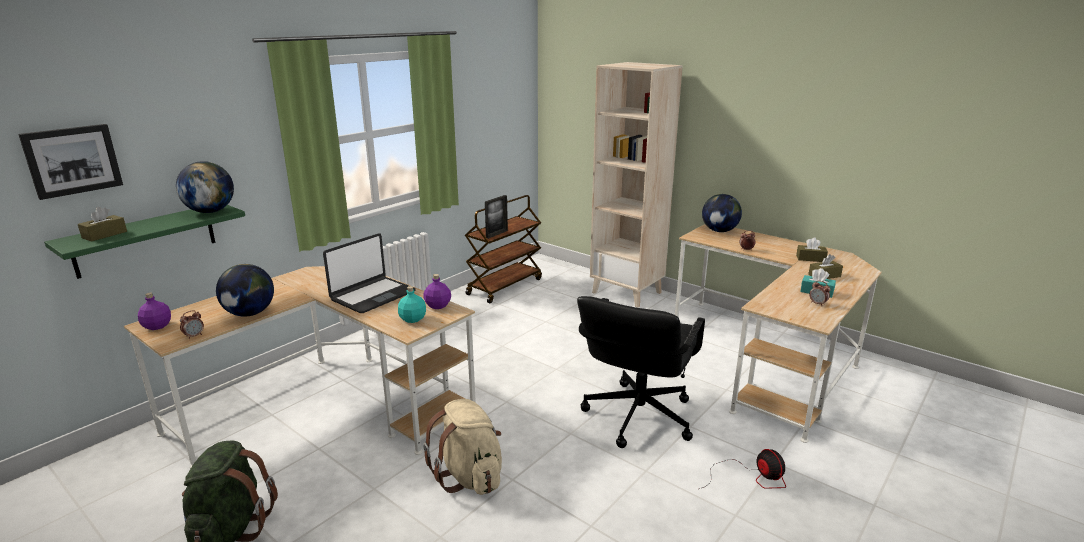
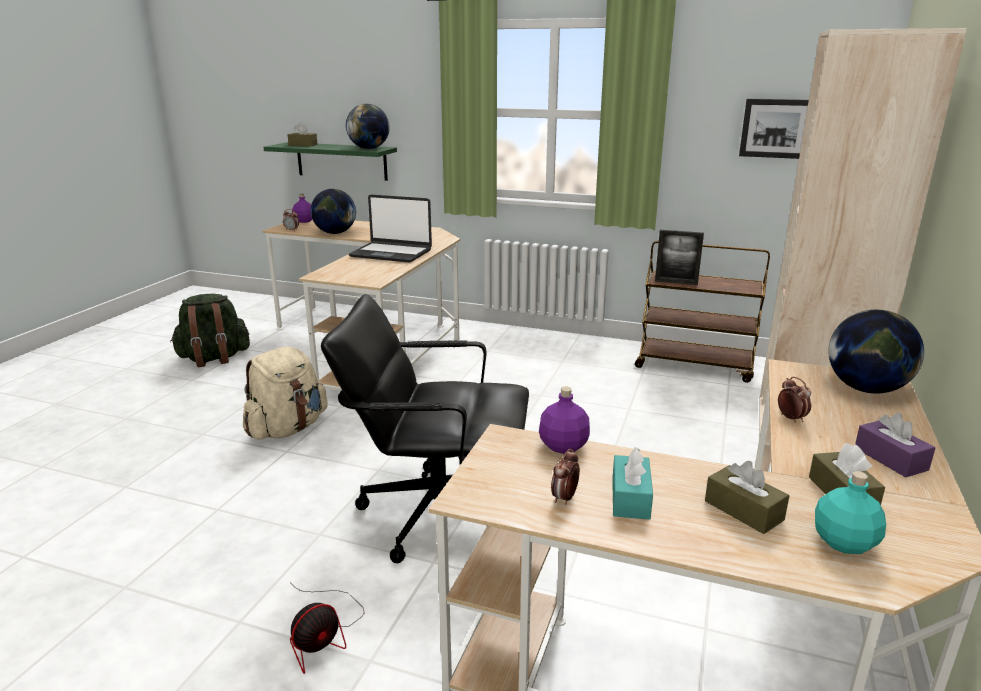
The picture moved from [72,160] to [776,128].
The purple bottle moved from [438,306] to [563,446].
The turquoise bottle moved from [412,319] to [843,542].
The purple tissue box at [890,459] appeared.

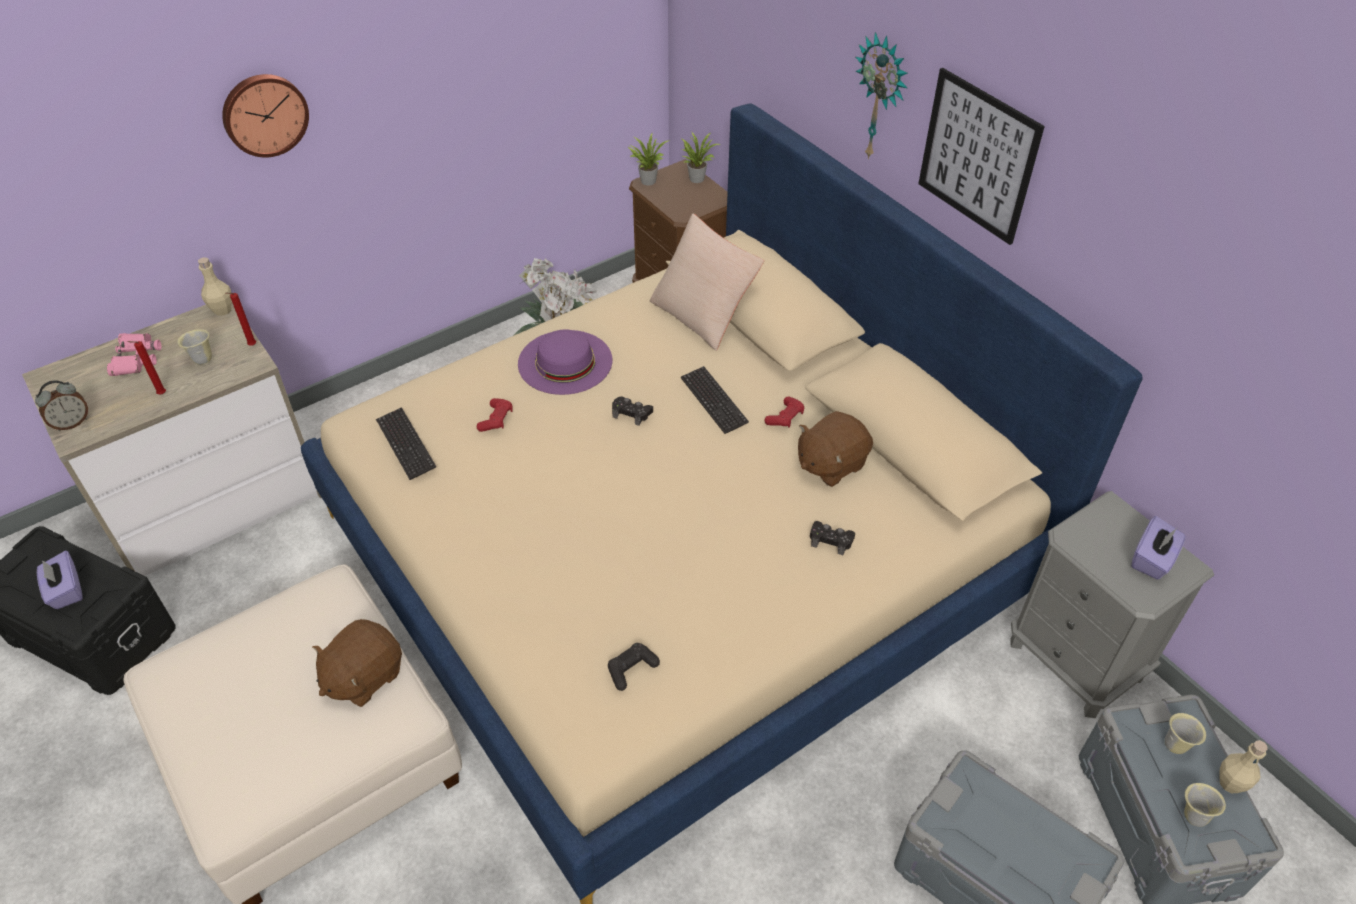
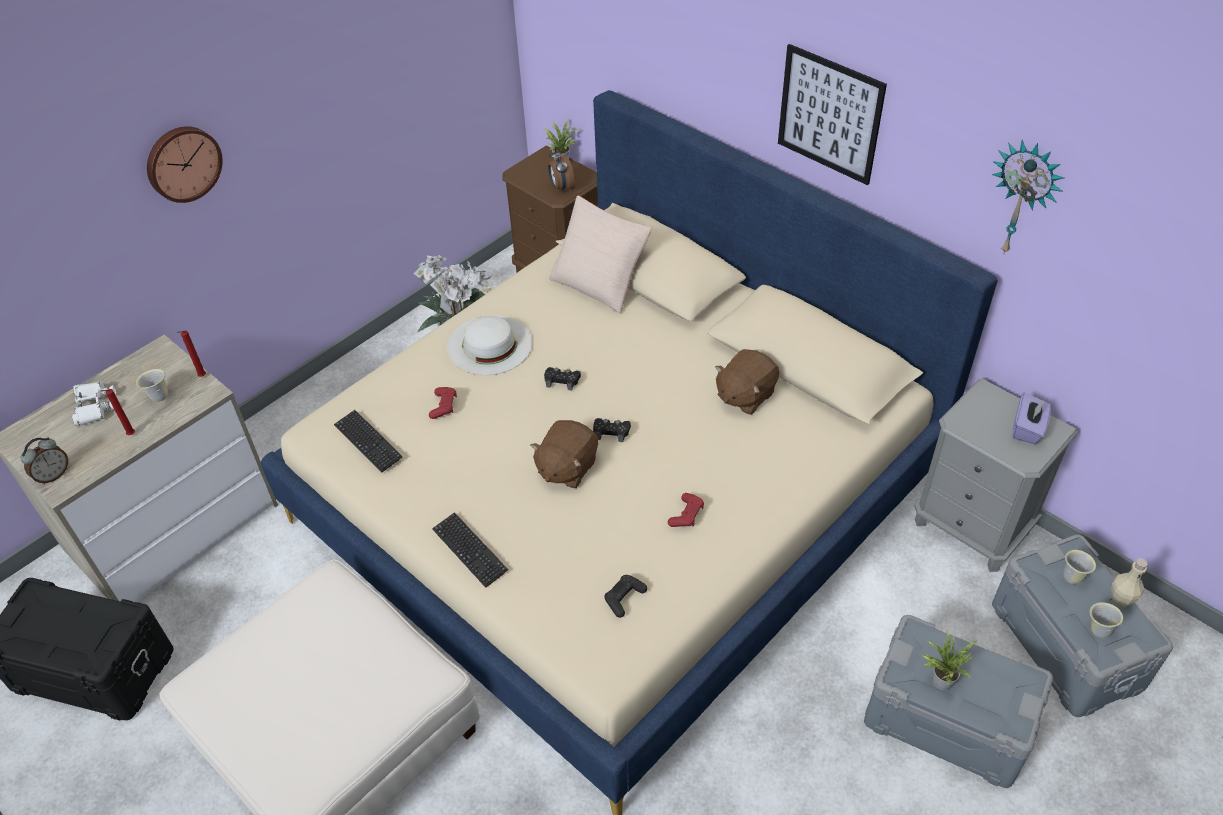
The wall clock moved from [881,98] to [1022,198].
The potted plant moved from [647,180] to [940,680].
The beige bottle at [222,310] disappeared.
The purple hat at [565,362] became the white hat at [489,345].
The pink binoculars at [135,358] became the white binoculars at [94,406].
The keyboard moved from [713,401] to [470,550].
The red game controller moved from [785,417] to [686,515].
The black game controller moved from [831,540] to [611,432].
The purple tissue box at [65,590] disappeared.
The brown plush toy moved from [363,676] to [566,467].
The alarm clock at [561,187] appeared.

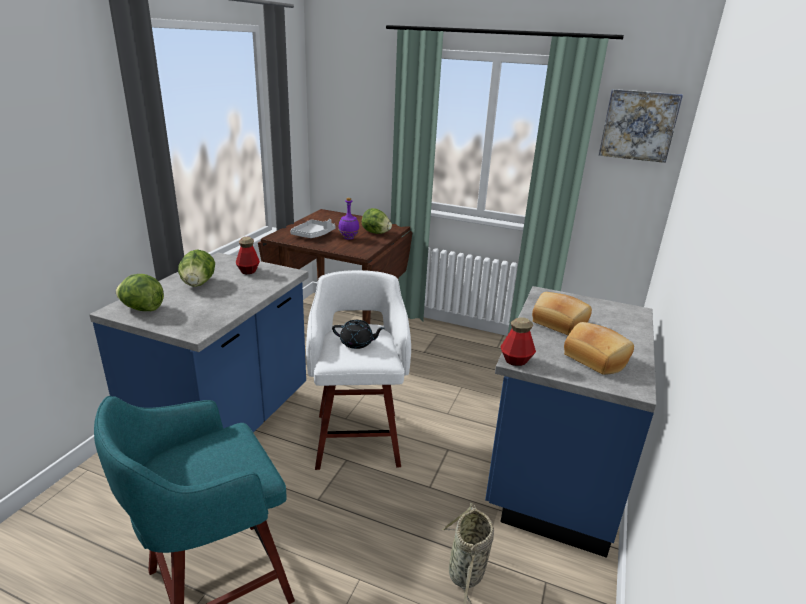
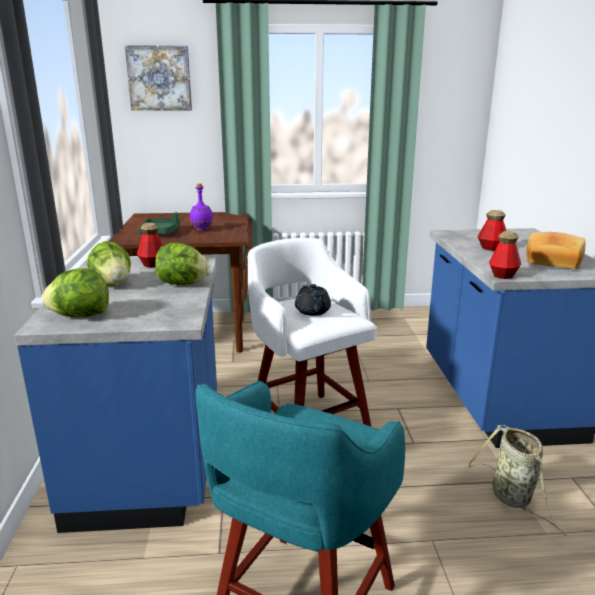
The picture moved from [638,125] to [159,78].
The lettuce moved from [375,233] to [183,284].
The grey tray at [313,235] became the green tray at [160,233].
The bread at [559,324] was replaced by the bottle at [491,248].
The black teapot at [357,343] turned 90 degrees clockwise.

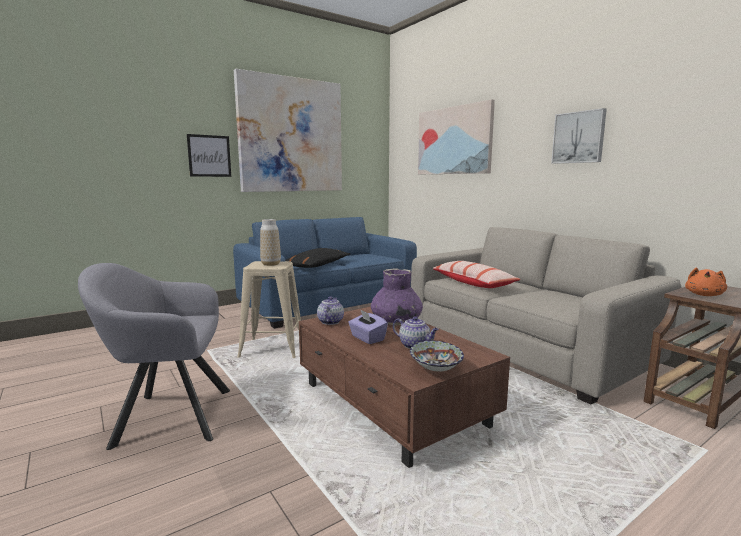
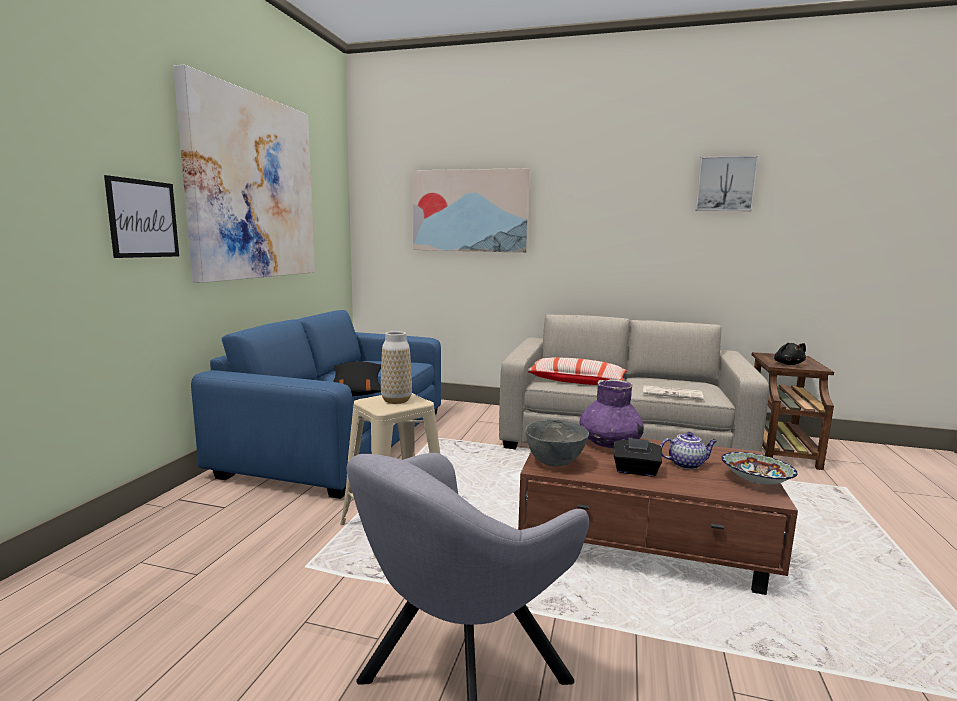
The picture moved from [579,137] to [725,184].
The orange plush toy at [704,295] became the black plush toy at [788,364].
The teapot at [330,321] was replaced by the grey bowl at [554,463].
The purple tissue box at [367,338] became the black tissue box at [635,471].
The newspaper at [672,393] appeared.

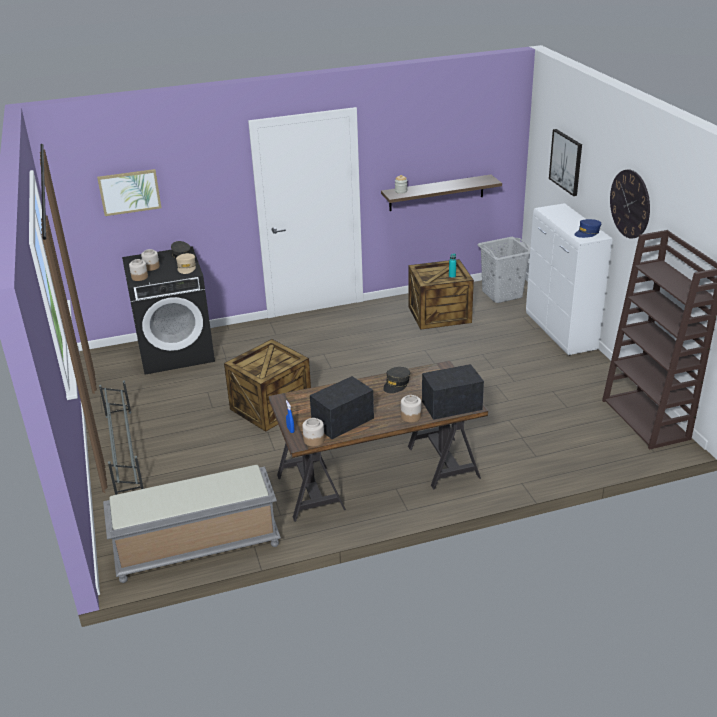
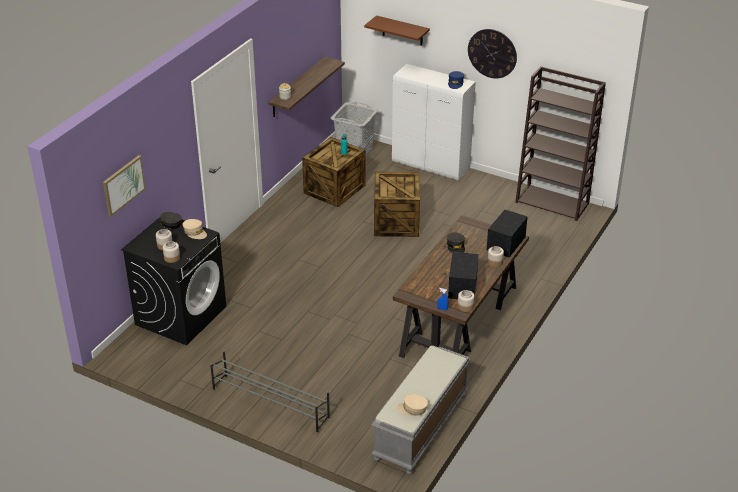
The picture at [566,162] was replaced by the brown shelf at [402,31].
The crate moved from [270,406] to [395,221].
The beige cap at [412,409] appeared.

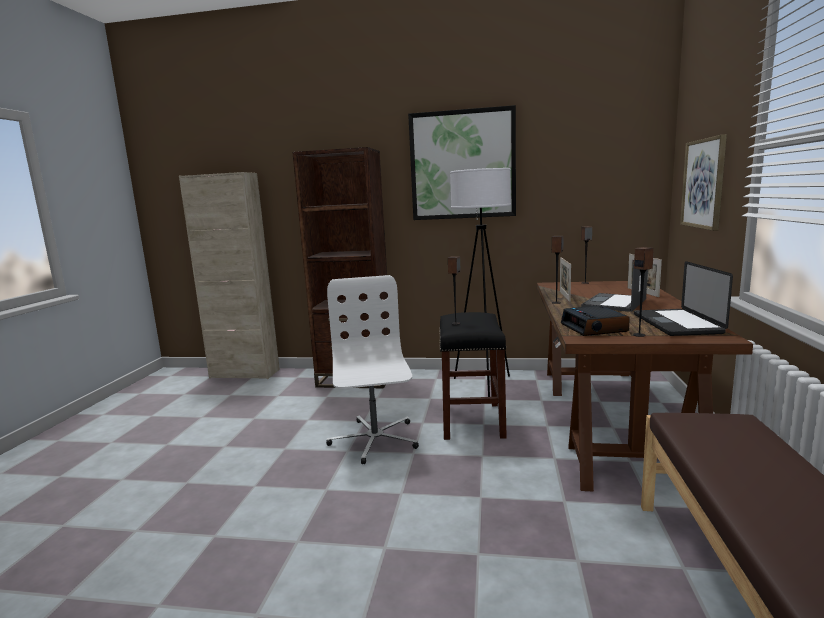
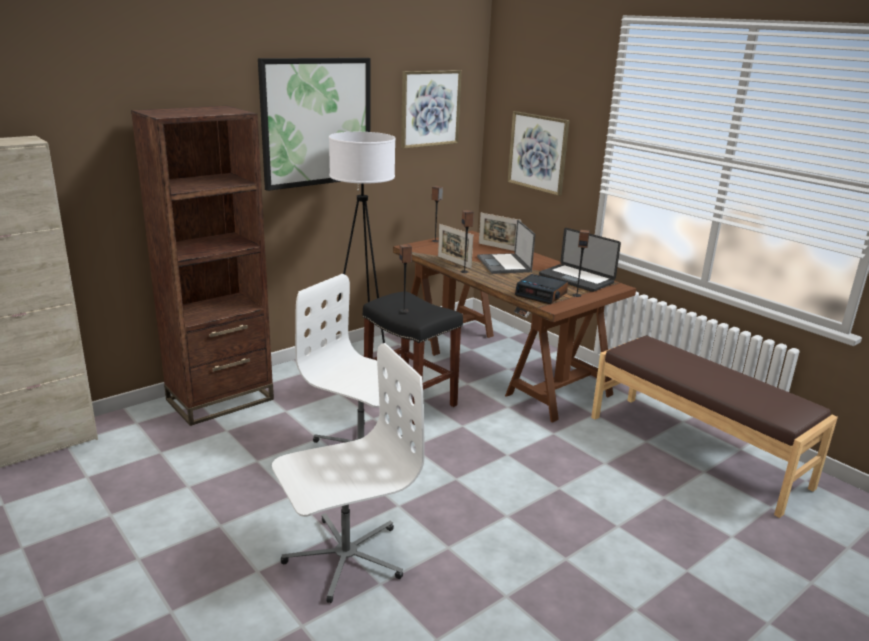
The picture at [430,108] appeared.
The white office chair at [345,556] appeared.

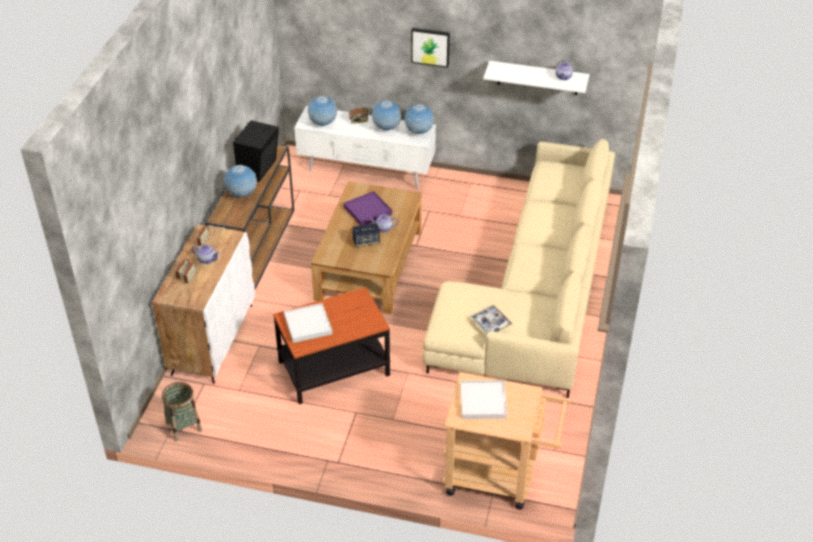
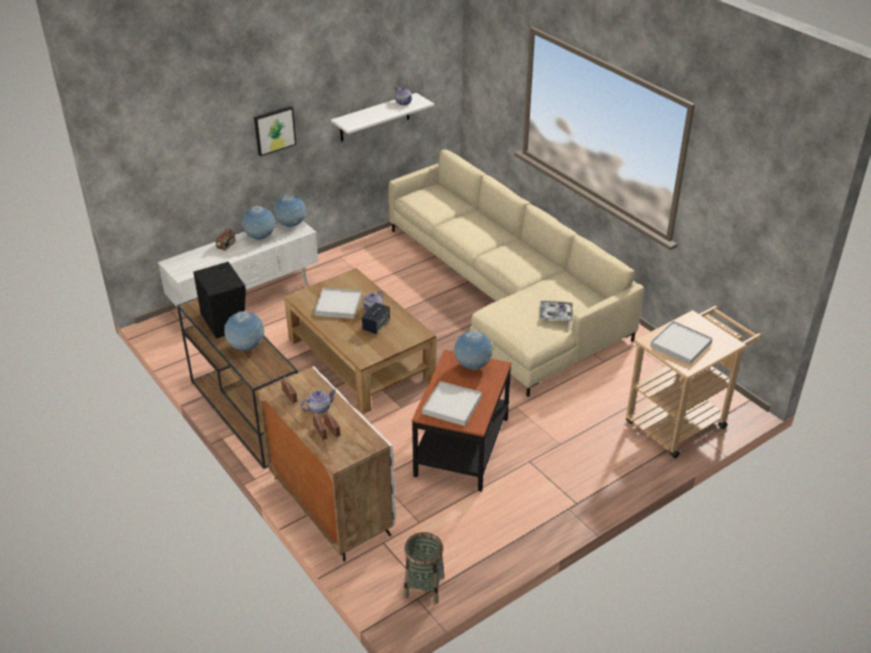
The globe moved from [323,124] to [472,366].
The purple tray at [367,210] became the white tray at [338,305].

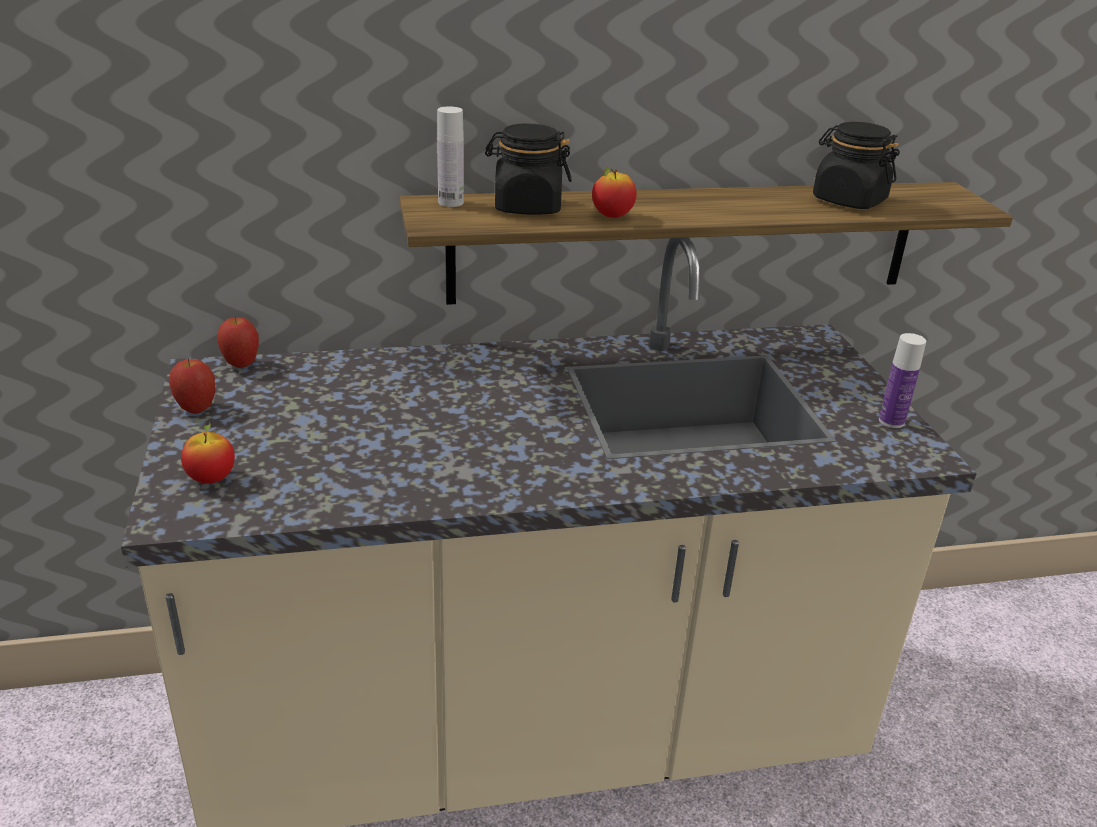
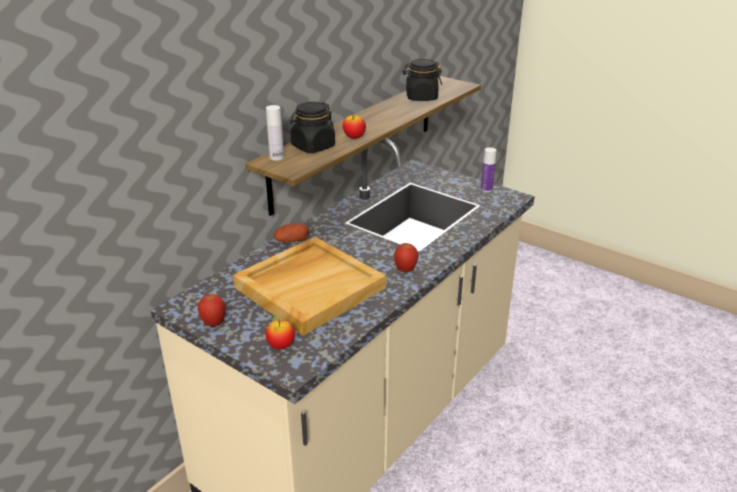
The apple moved from [241,364] to [405,270].
The potato at [292,240] appeared.
The beige tray at [310,287] appeared.

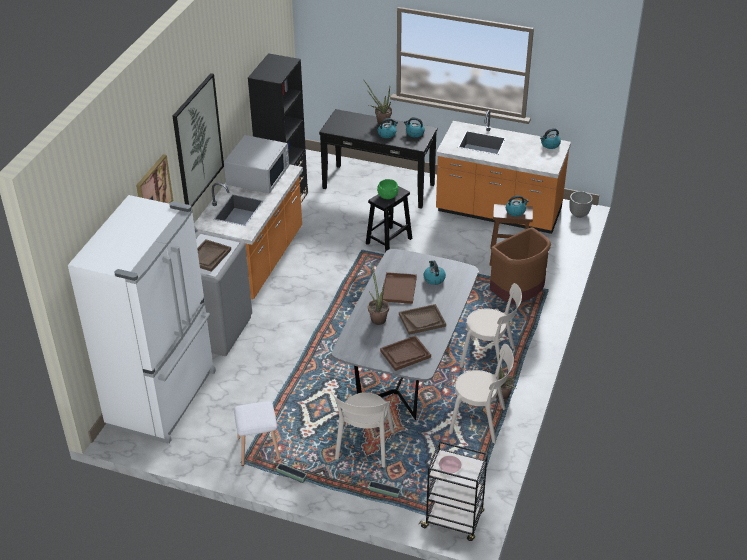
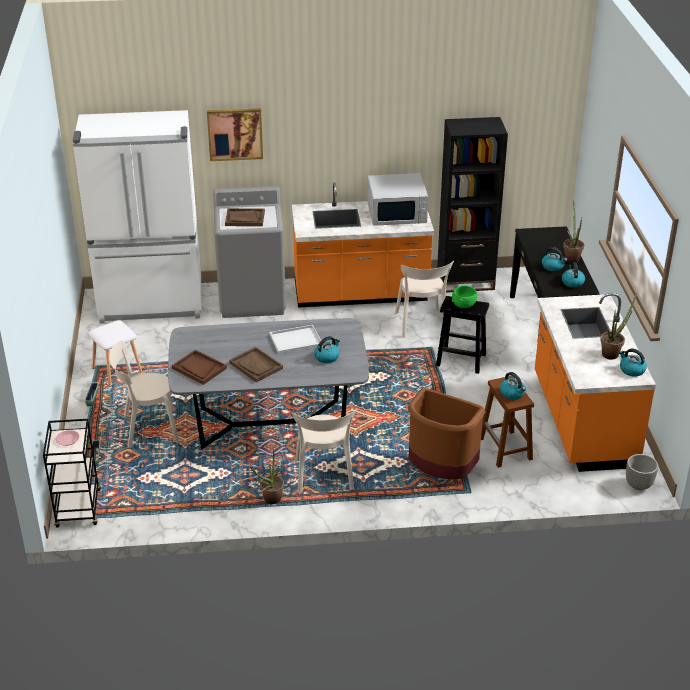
The picture at [198,142] disappeared.
The potted plant moved from [377,317] to [612,353].
The brown tray at [399,289] became the white tray at [295,341].
The beige chair moved from [480,421] to [421,325].

